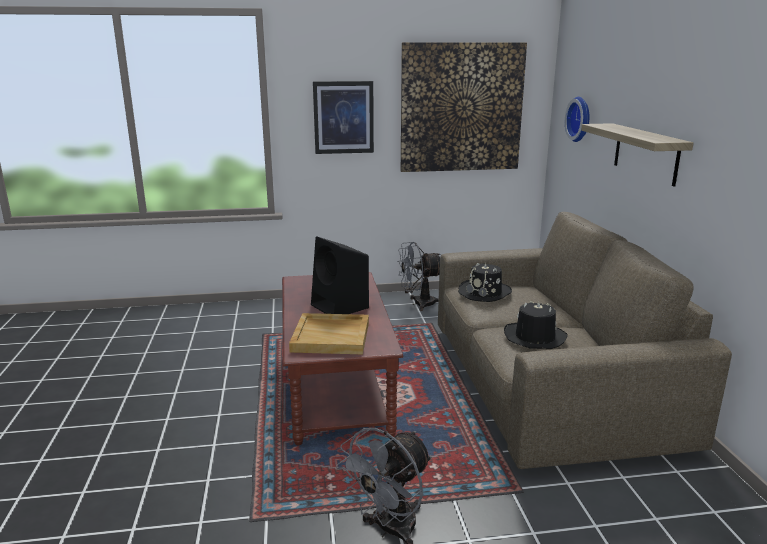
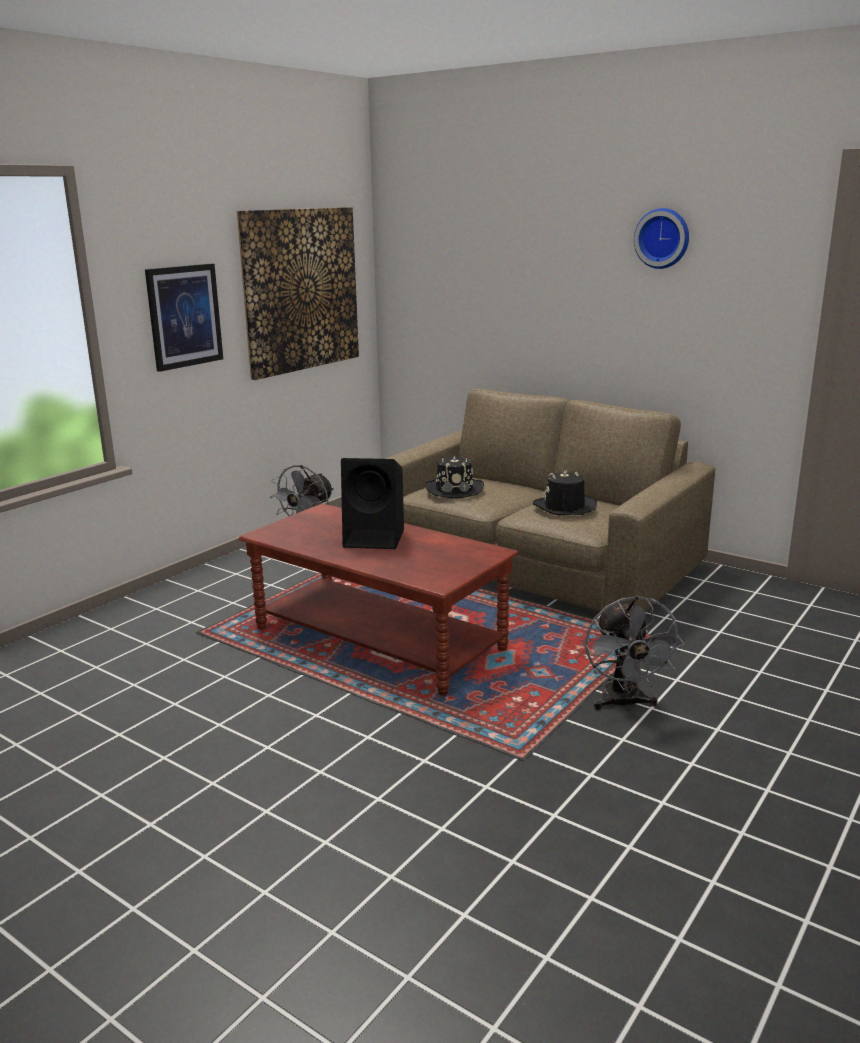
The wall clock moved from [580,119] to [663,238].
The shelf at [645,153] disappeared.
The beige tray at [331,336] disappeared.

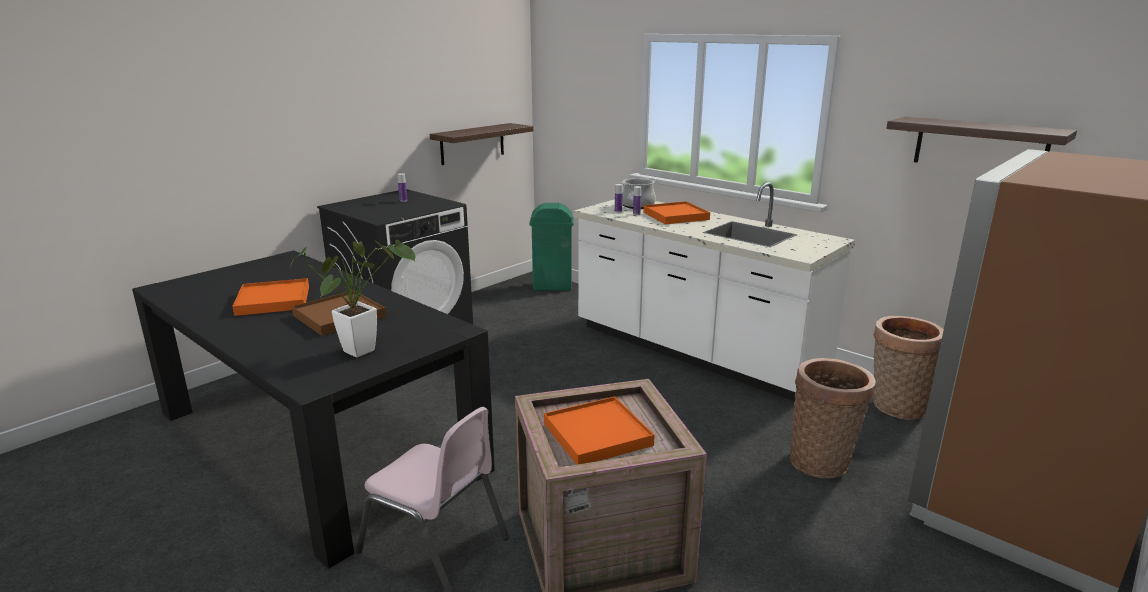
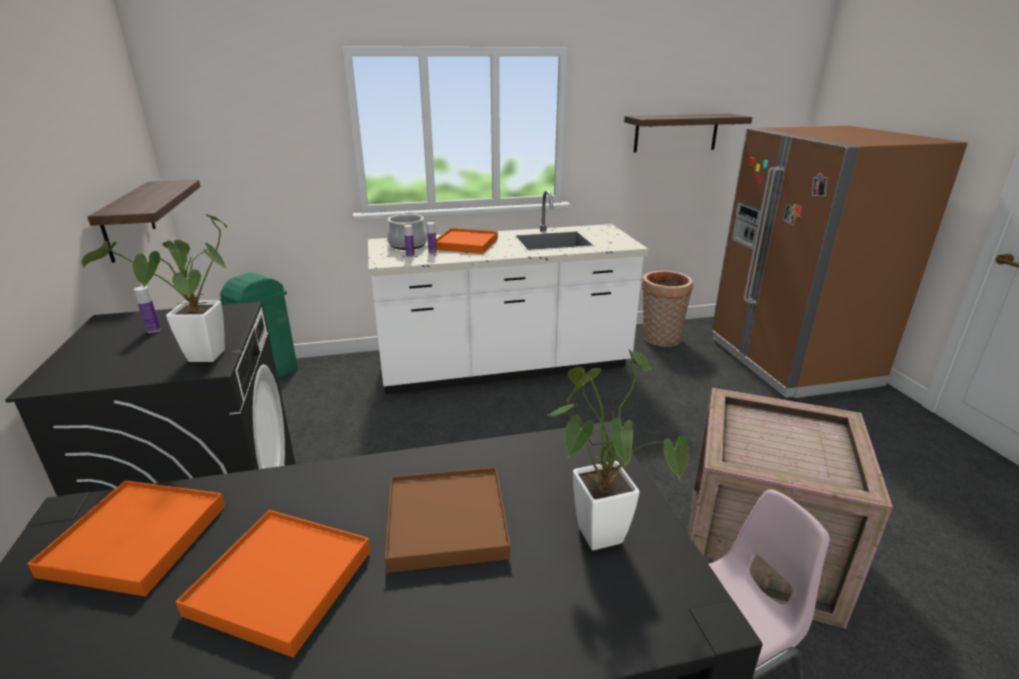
The basket at [822,462] disappeared.
The orange tray moved from [598,434] to [137,539].
The potted plant at [202,360] appeared.

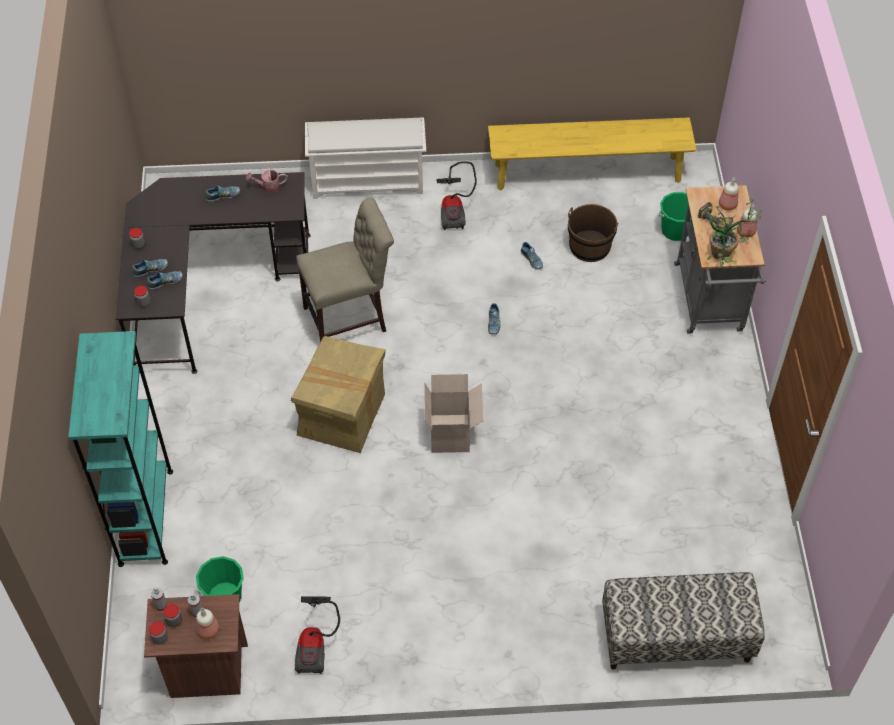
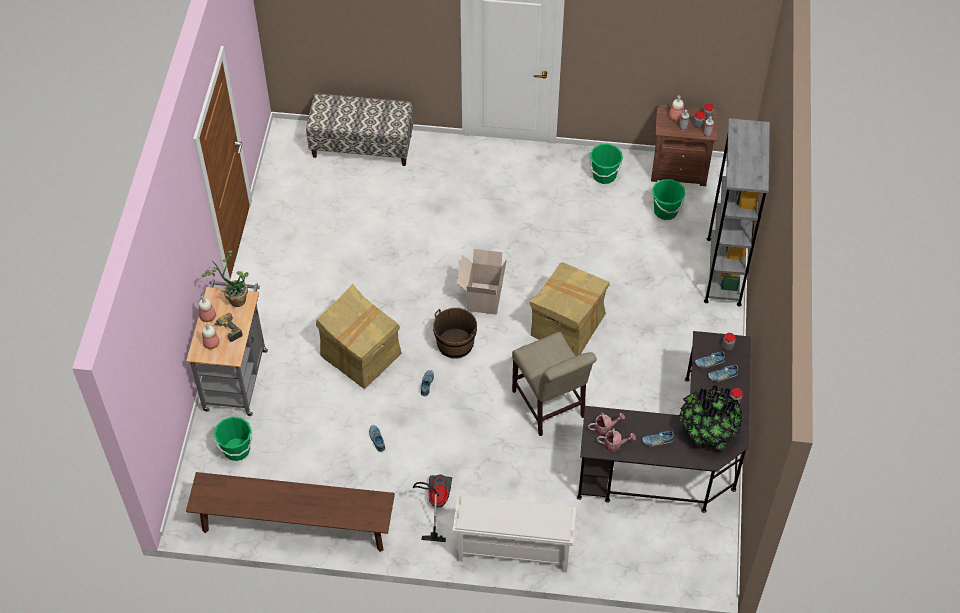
The yellow bench at [587,173] became the brown bench at [295,526].
The beige chair at [350,318] turned 105 degrees counterclockwise.
The brown bucket moved from [589,247] to [455,344].
The turquoise bookcase at [146,517] became the grey bookcase at [723,271].
The vacuum cleaner at [315,643] was replaced by the green bucket at [604,175].
The cardboard box at [360,355] appeared.
The potted plant at [707,431] appeared.
The watering can at [605,428] appeared.

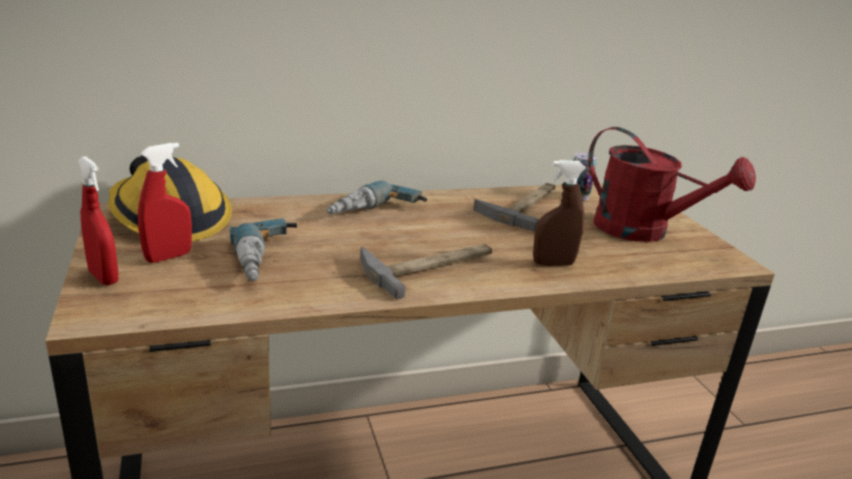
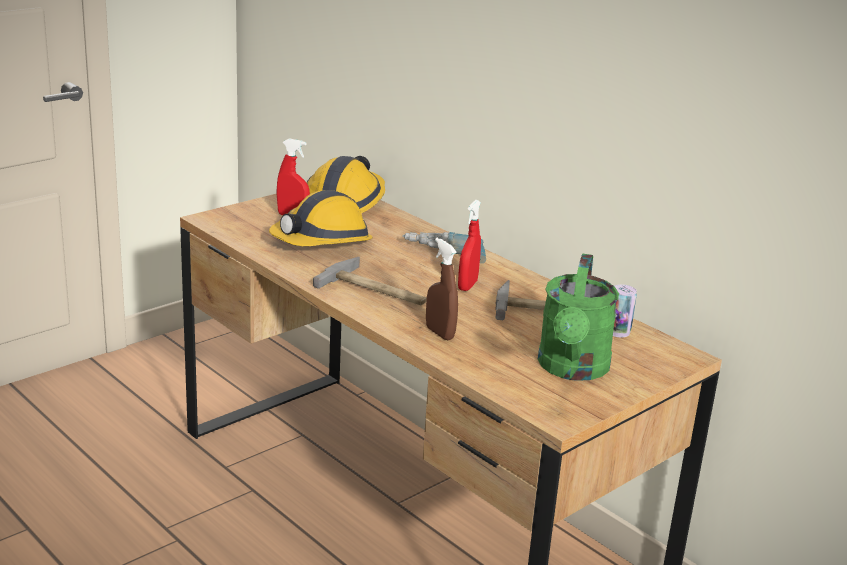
The red watering can at [643,231] became the green watering can at [572,369].
The red spray bottle moved from [103,277] to [467,285].
The power drill at [270,260] was replaced by the hard hat at [322,242].

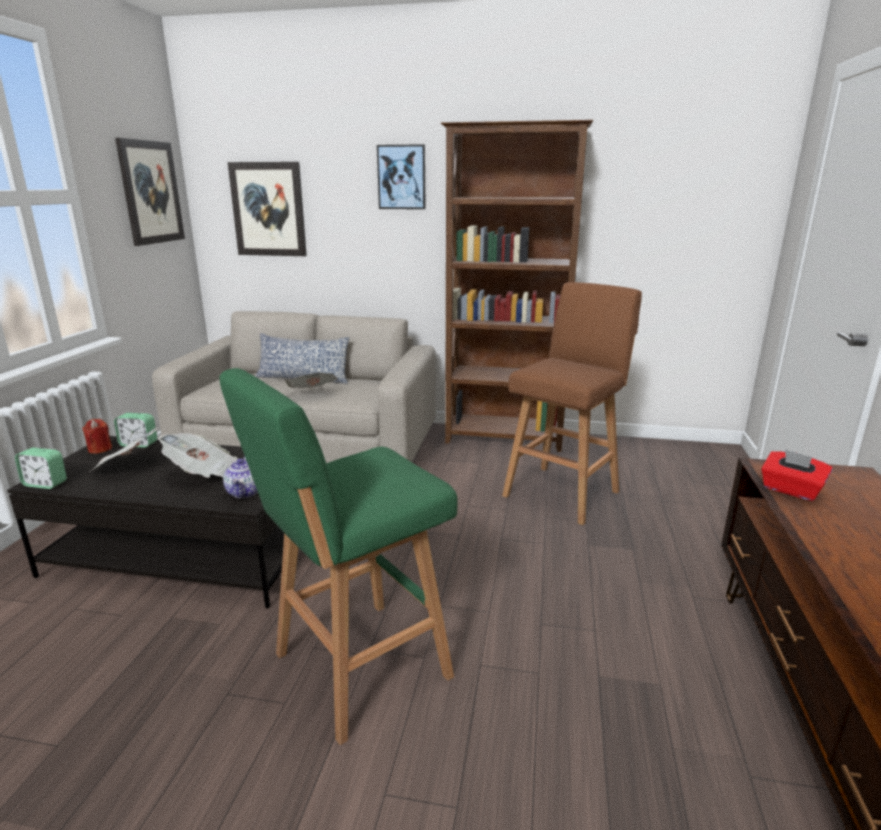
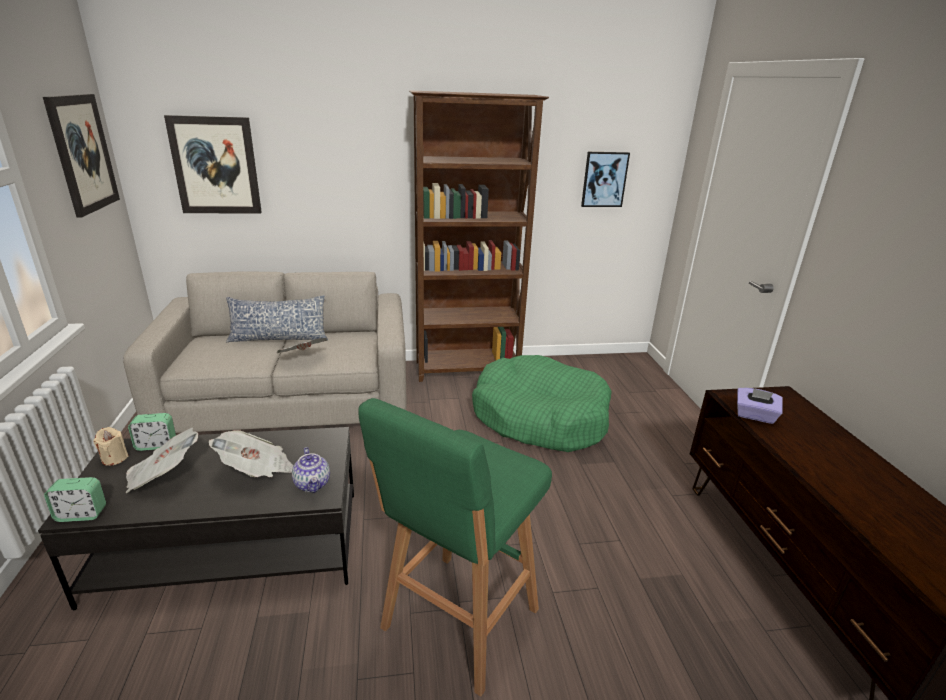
The picture moved from [402,177] to [604,179].
The brown stool at [563,492] was replaced by the green dog bed at [539,417].
The red candle at [100,449] became the beige candle at [114,458].
The red tissue box at [790,490] became the purple tissue box at [754,416].

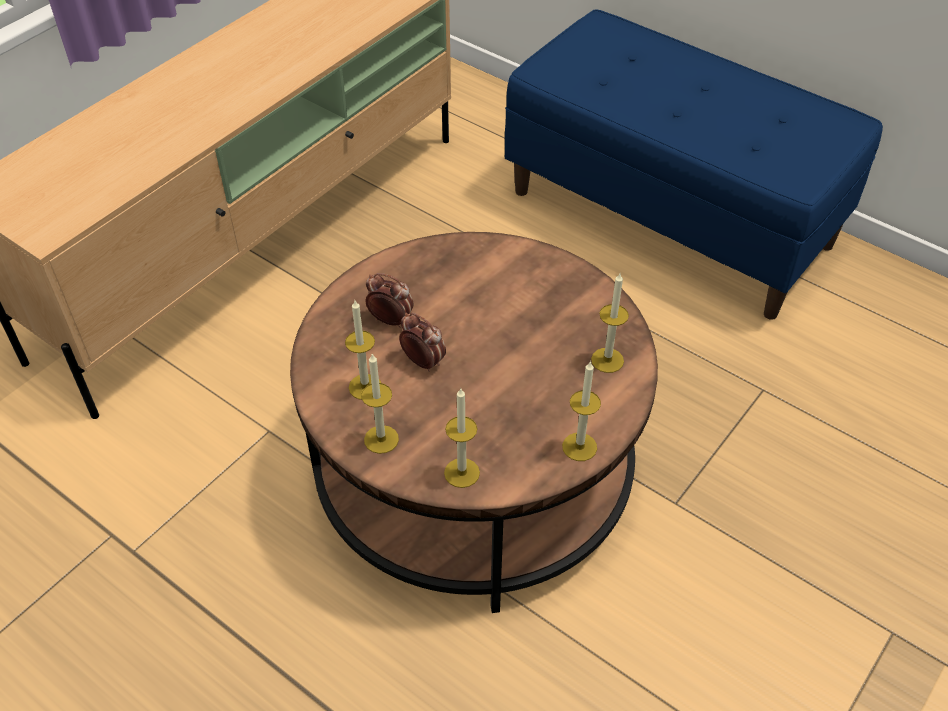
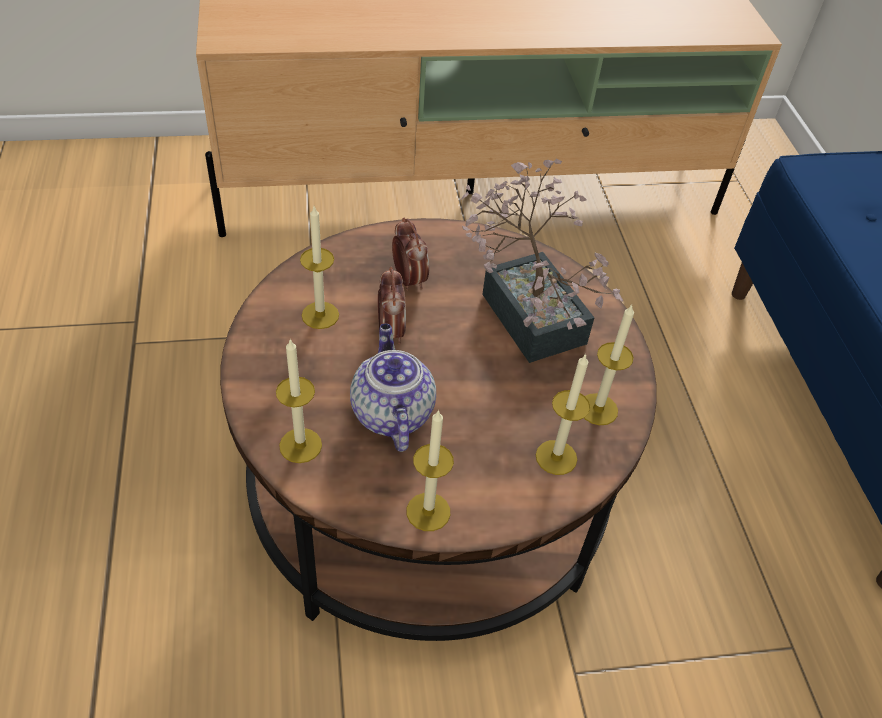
The candle moved from [381,439] to [598,409].
The potted plant at [528,309] appeared.
The teapot at [391,412] appeared.

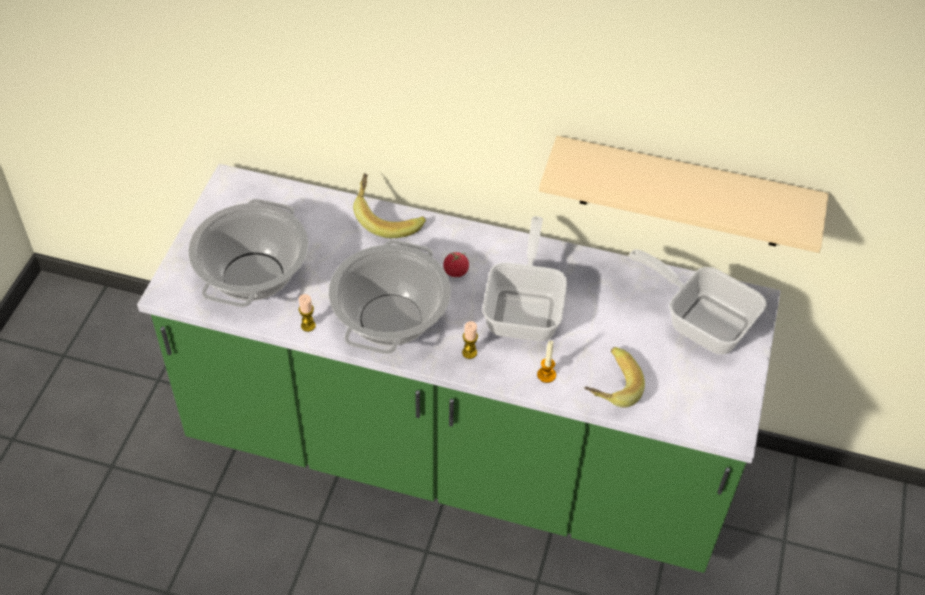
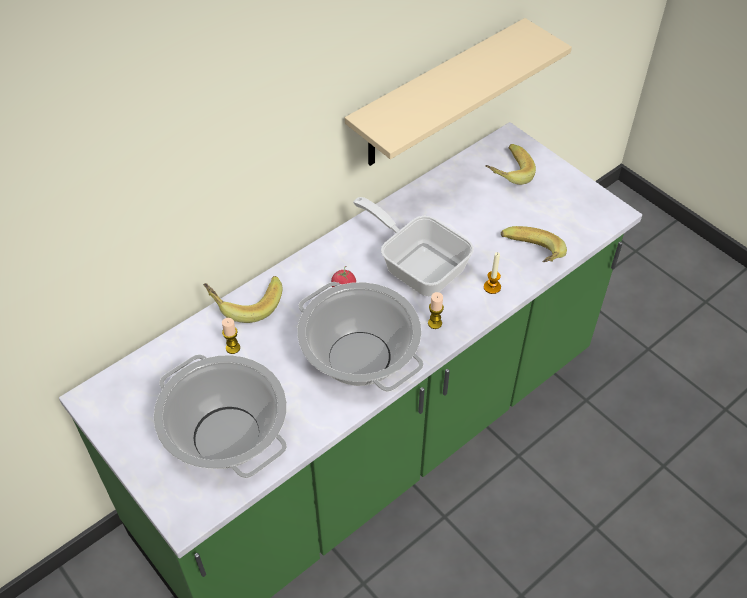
The frying pan at [700,320] was replaced by the banana at [505,174].
The candle moved from [308,326] to [233,348].

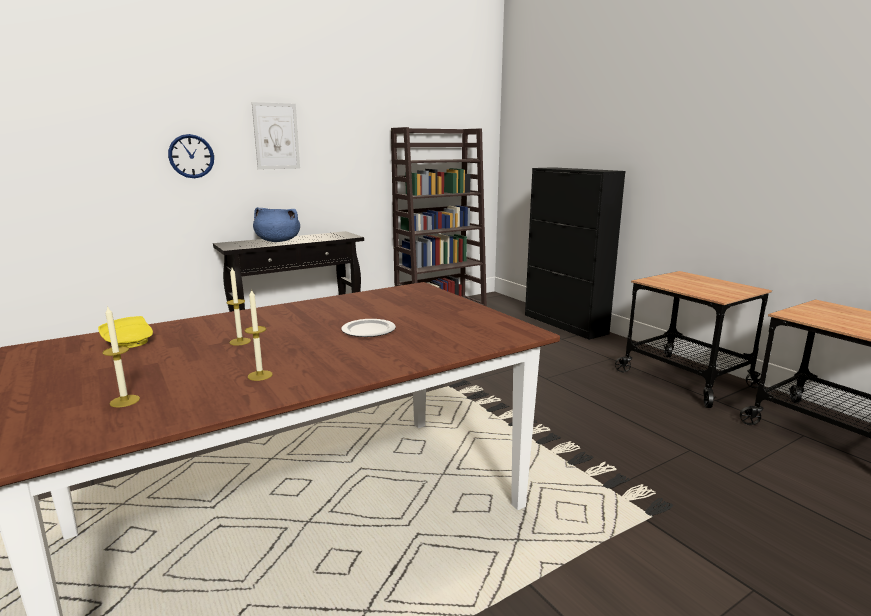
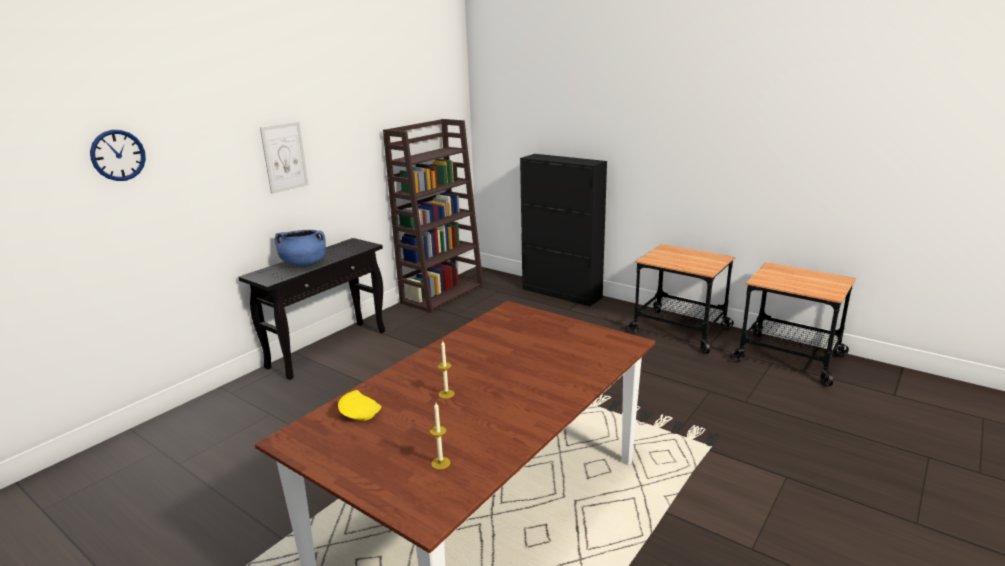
The wall clock moved from [191,156] to [118,155].
The candle at [260,375] disappeared.
The plate at [368,331] disappeared.

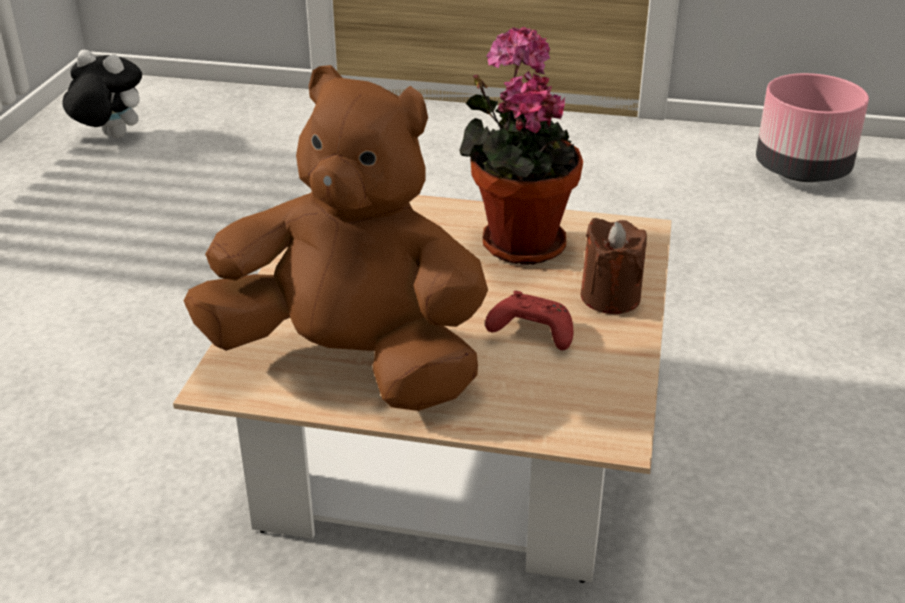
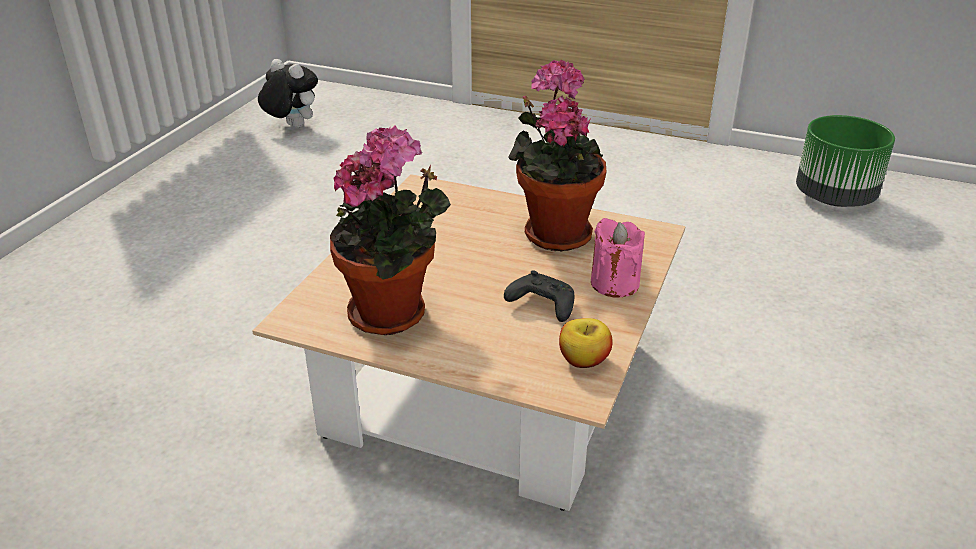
The brown plush toy at [351,362] was replaced by the potted plant at [394,314].
The pink planter at [802,173] became the green planter at [835,198].
The brown candle at [610,297] became the pink candle at [614,283].
The red game controller at [530,333] became the black game controller at [541,305].
The apple at [583,360] appeared.

